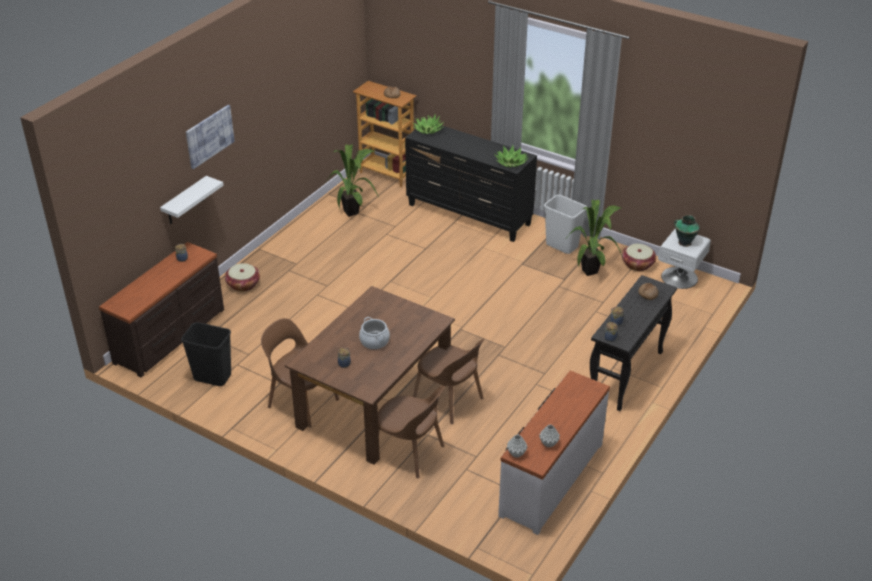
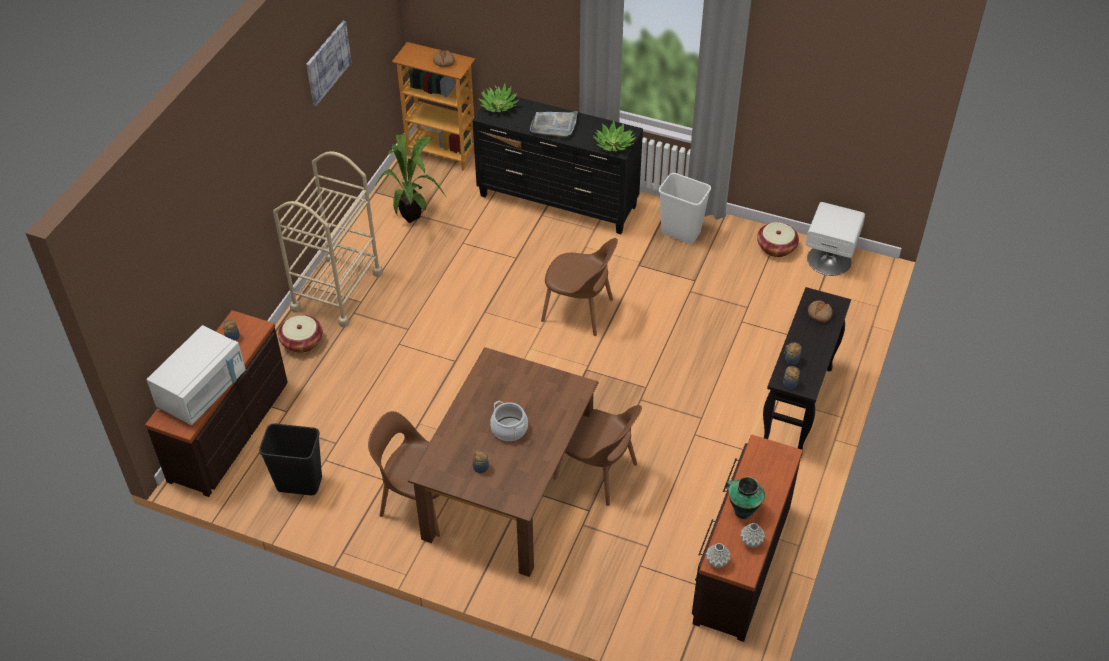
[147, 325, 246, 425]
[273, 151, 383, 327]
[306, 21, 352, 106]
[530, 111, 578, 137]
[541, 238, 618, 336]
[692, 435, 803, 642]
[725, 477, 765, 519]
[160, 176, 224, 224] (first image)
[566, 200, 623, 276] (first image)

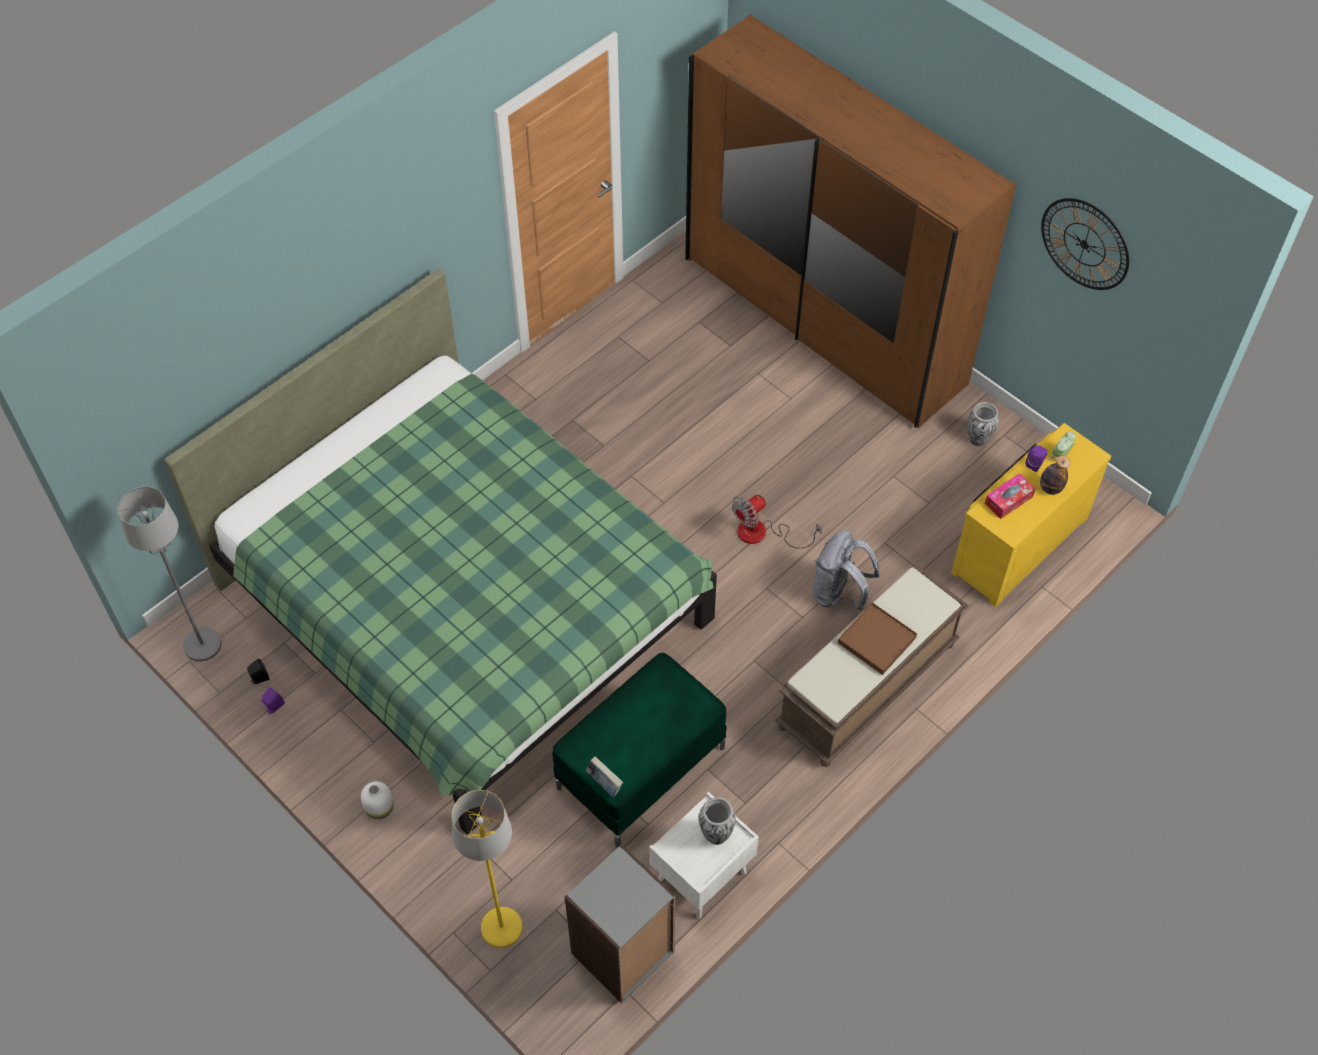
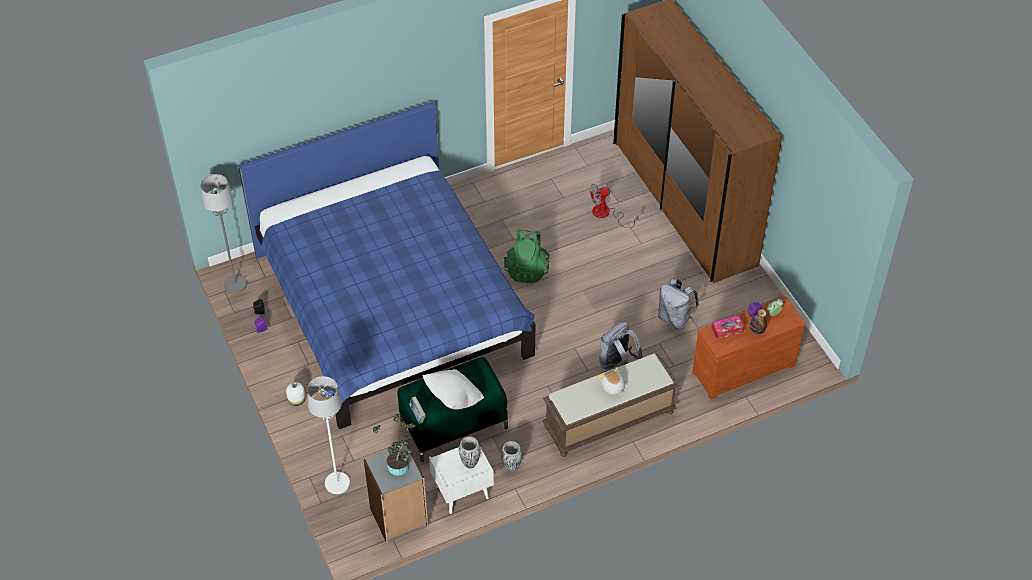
[238, 102, 535, 429]
[307, 376, 350, 494]
[373, 414, 416, 476]
[422, 369, 484, 410]
[501, 441, 522, 471]
[504, 229, 550, 283]
[590, 184, 639, 228]
[598, 367, 625, 395]
[658, 279, 699, 330]
[692, 296, 806, 400]
[1041, 198, 1129, 290] (first image)

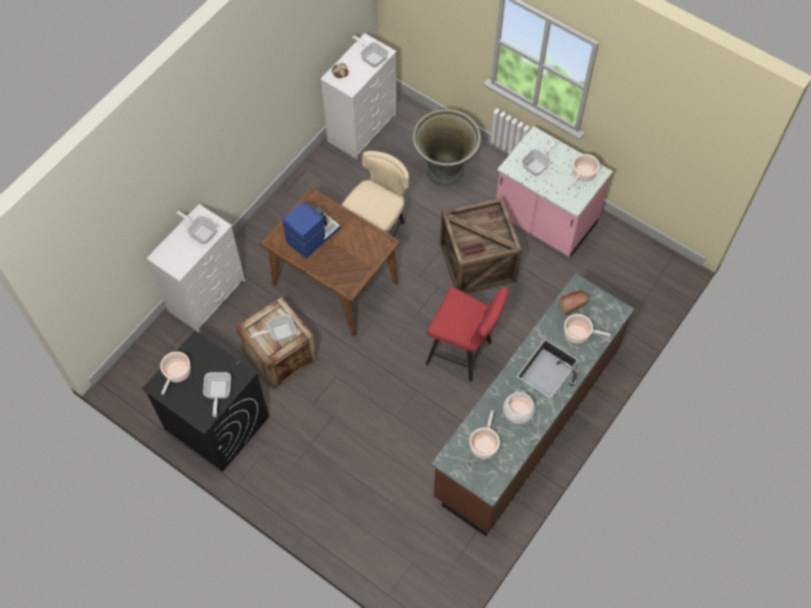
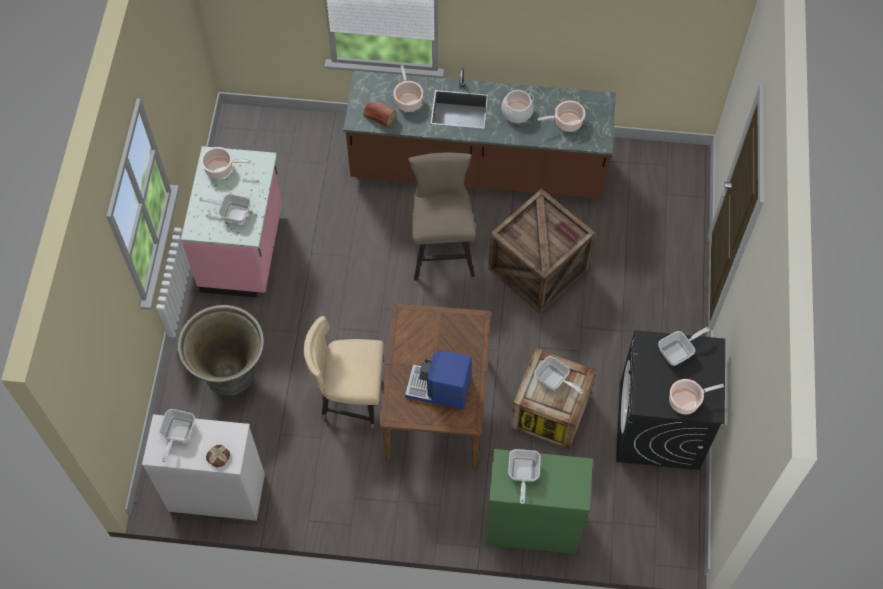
[408, 152, 476, 281]
[486, 449, 593, 554]
[488, 189, 595, 313]

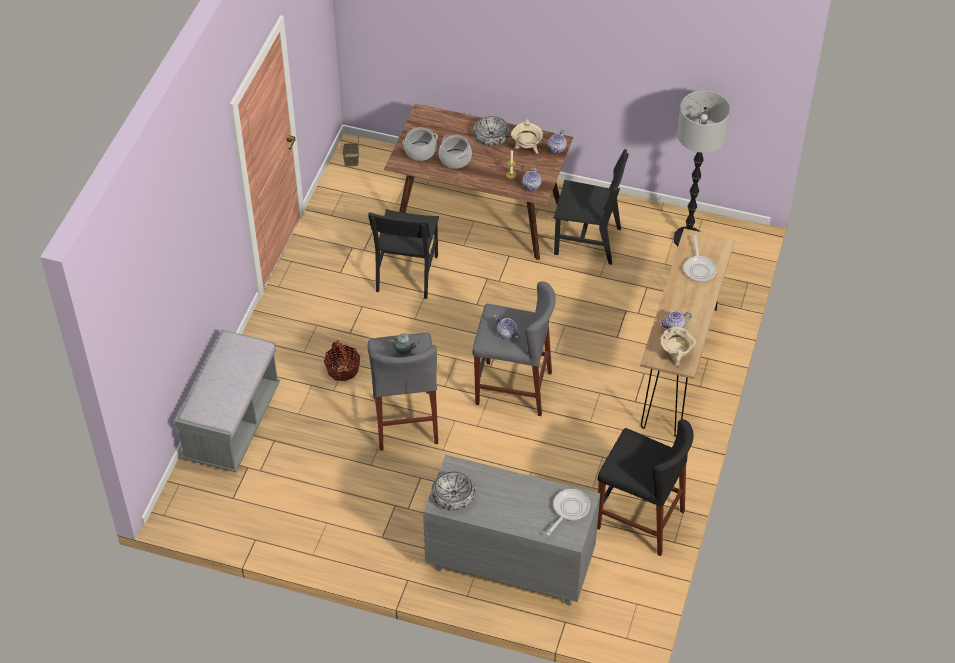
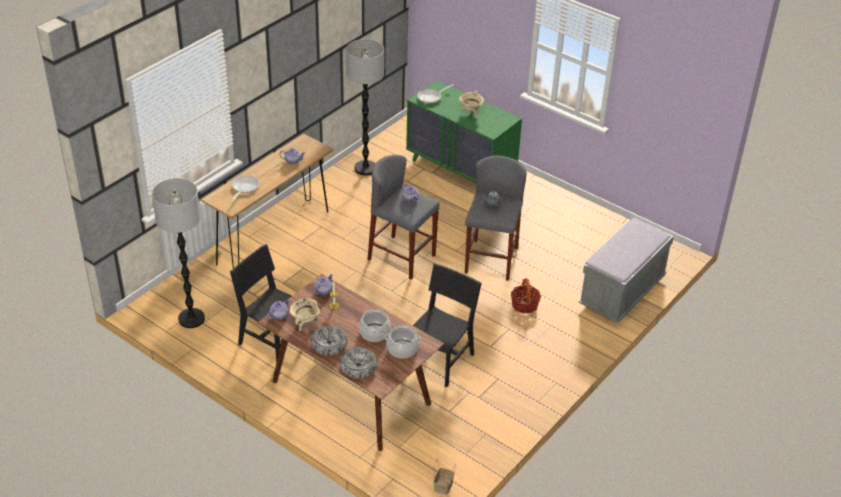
[340, 348, 377, 378]
[346, 39, 384, 176]
[406, 80, 522, 183]
[459, 91, 484, 118]

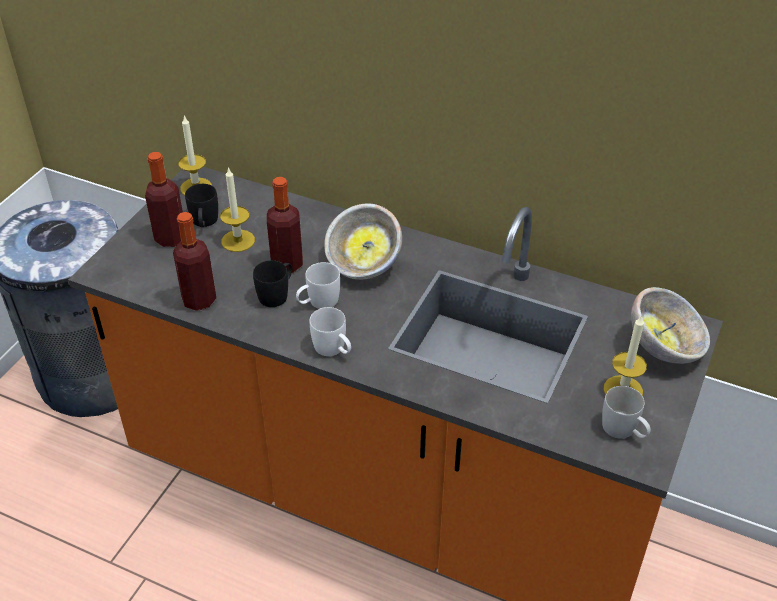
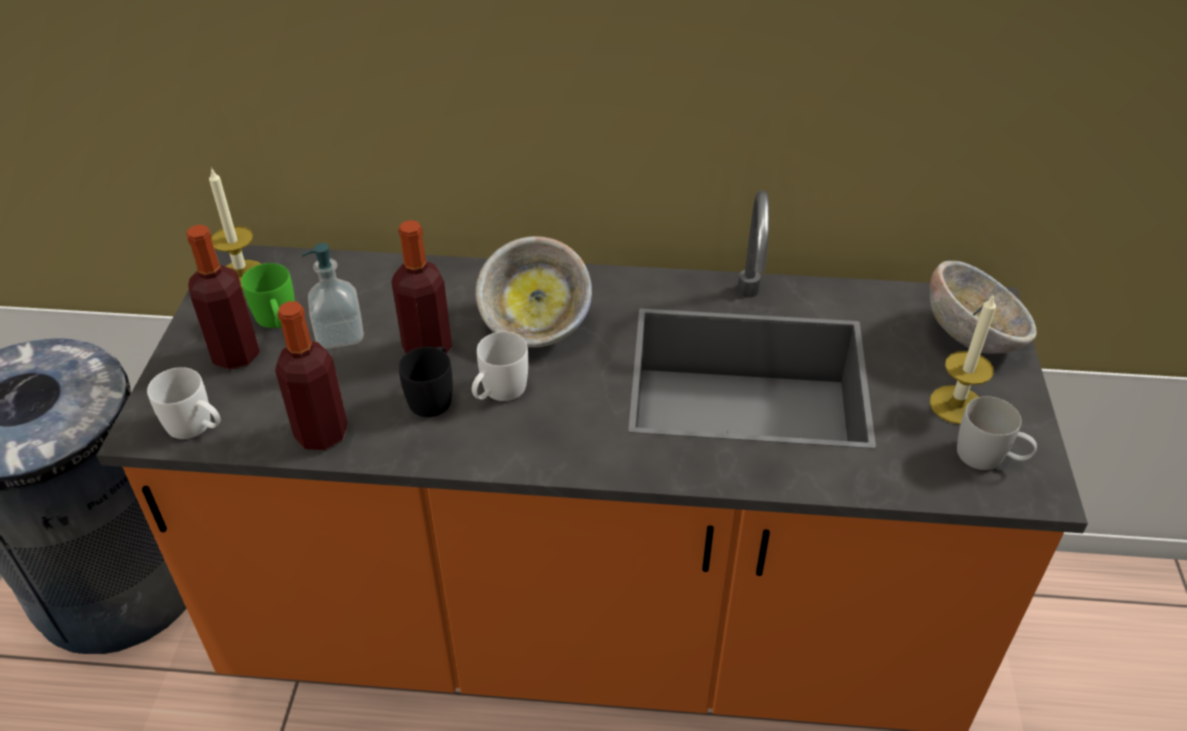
[147, 367, 221, 439]
[241, 263, 295, 328]
[302, 243, 364, 349]

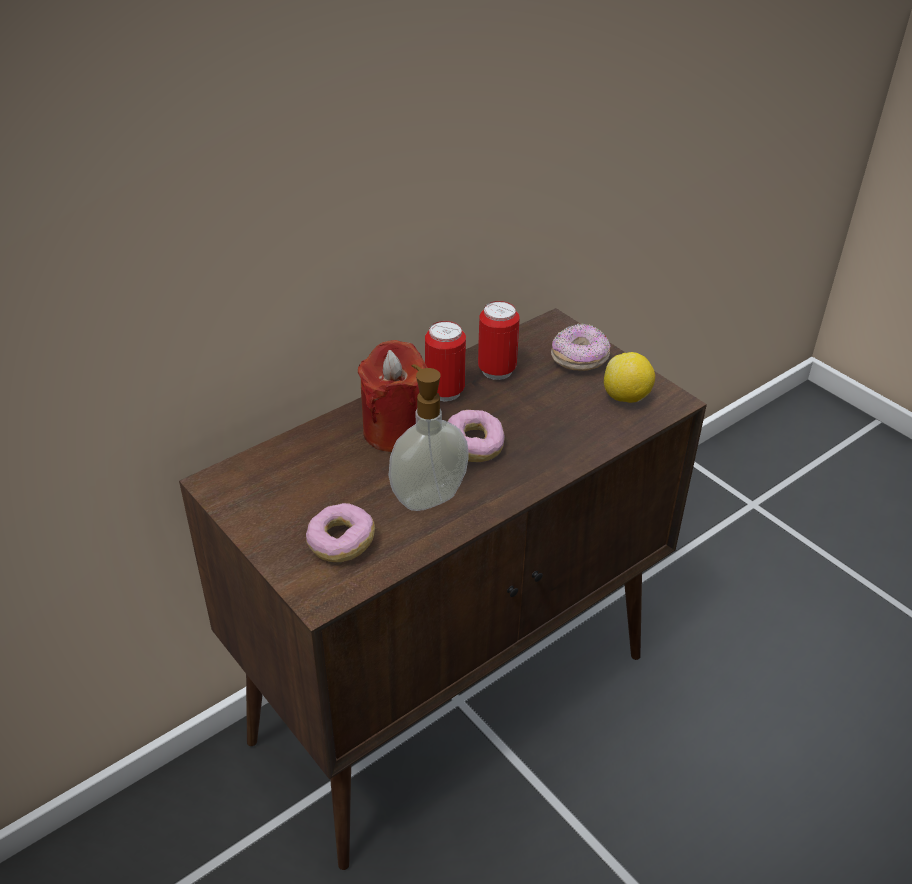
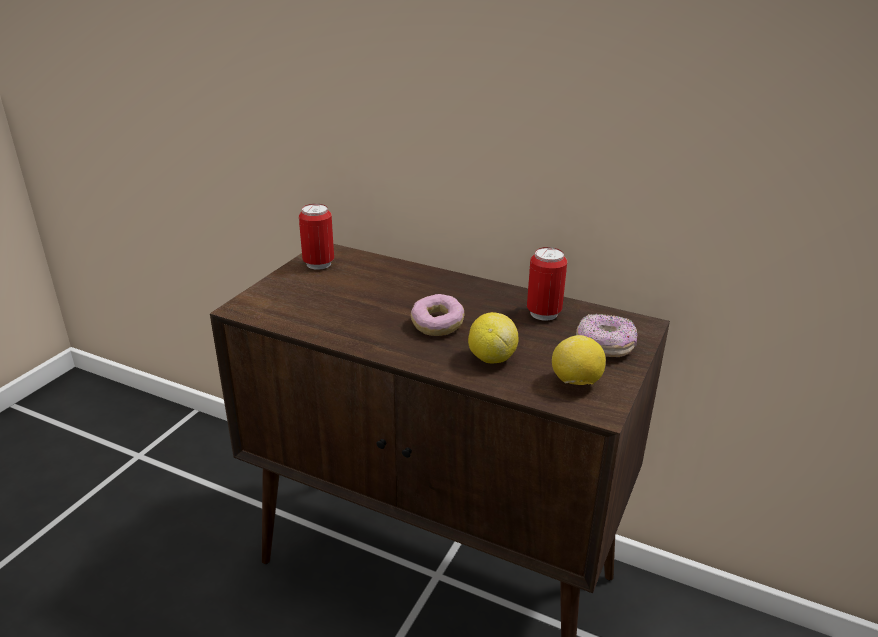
[299, 204, 334, 270]
[468, 312, 519, 363]
[306, 503, 375, 562] (first image)
[358, 340, 428, 452] (first image)
[388, 364, 469, 511] (first image)

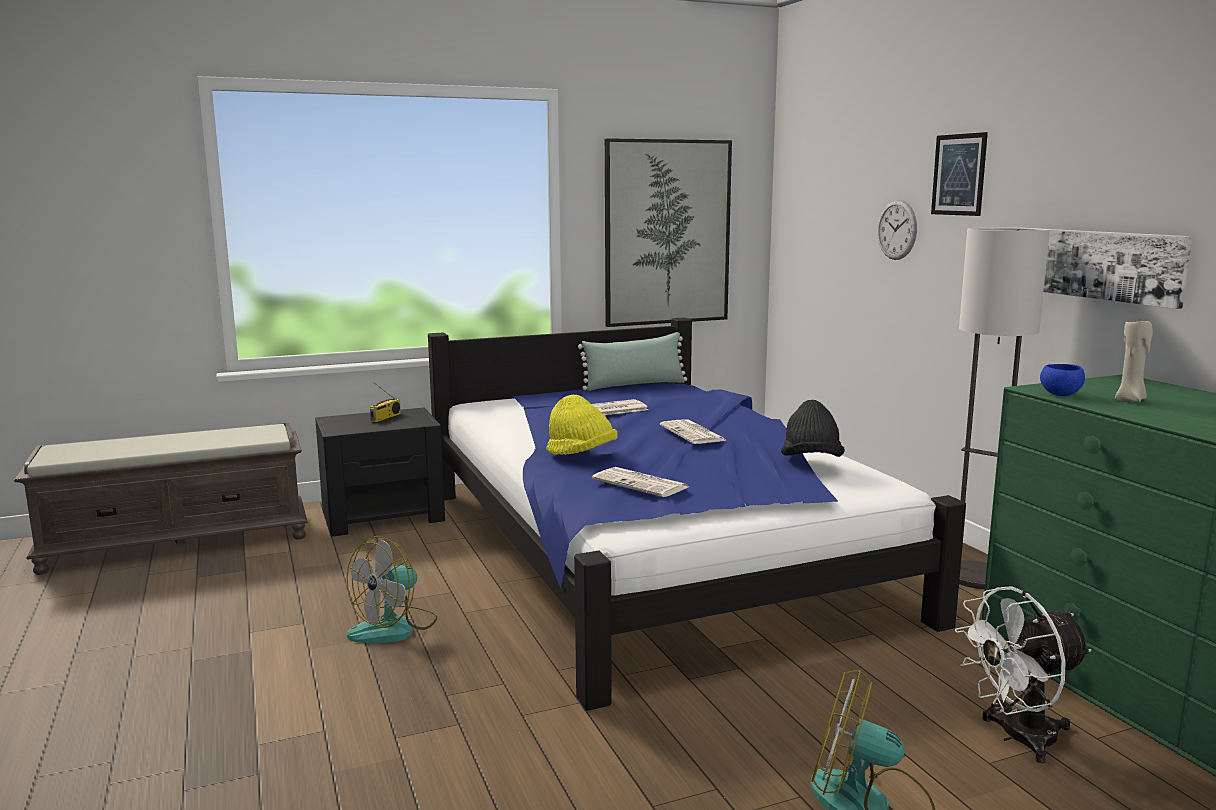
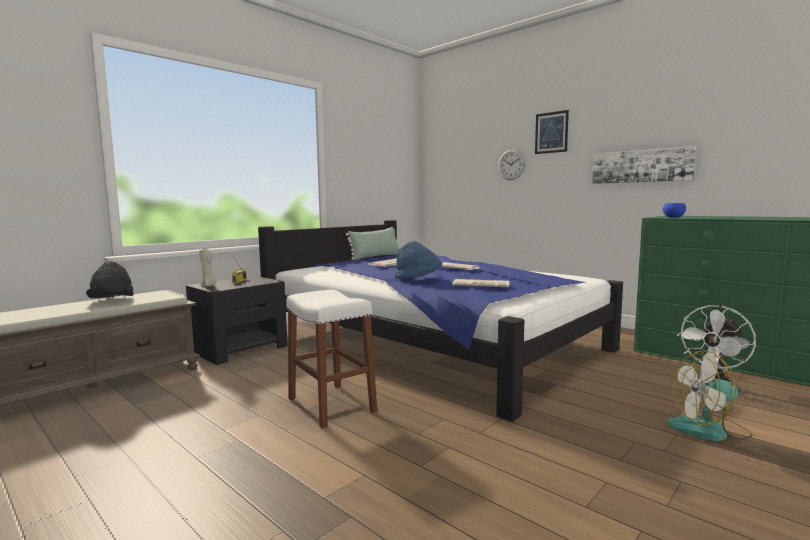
[86, 261, 134, 298]
[199, 249, 216, 287]
[286, 290, 377, 429]
[395, 241, 442, 279]
[605, 138, 732, 327] (first image)
[959, 227, 1050, 589] (first image)

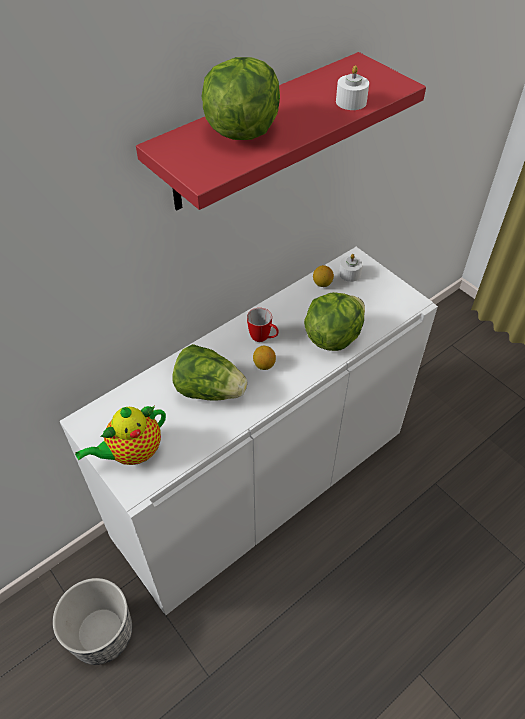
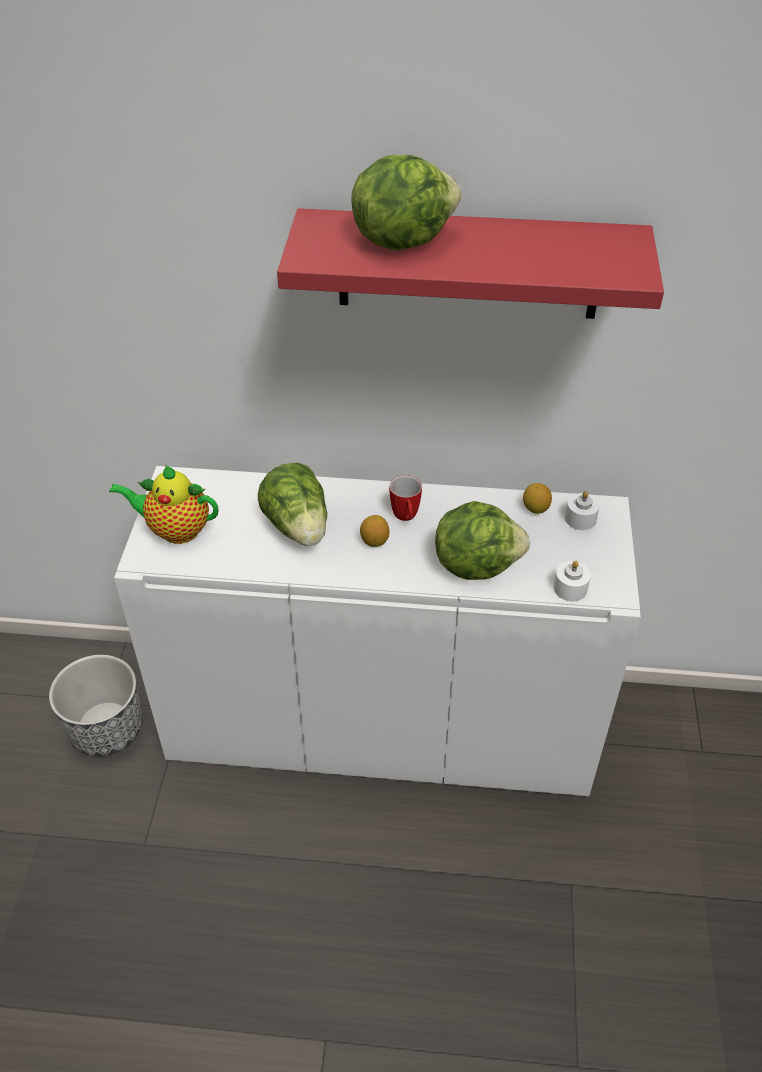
[554, 561, 591, 601]

